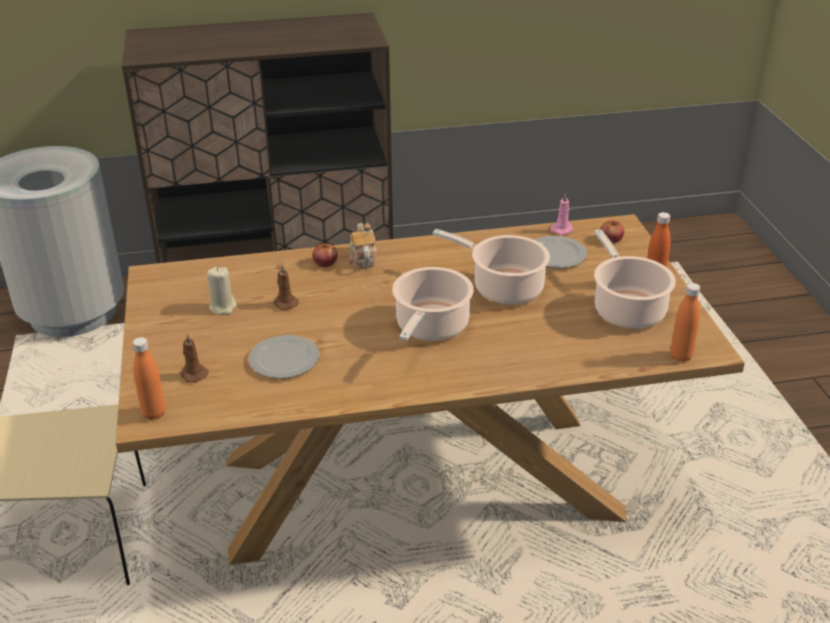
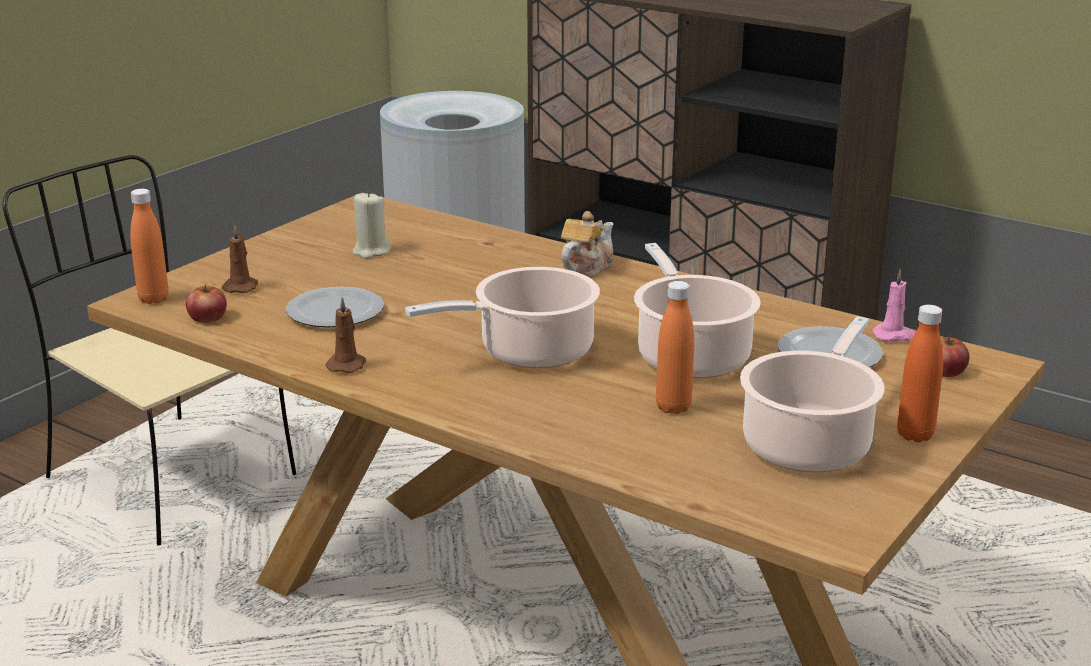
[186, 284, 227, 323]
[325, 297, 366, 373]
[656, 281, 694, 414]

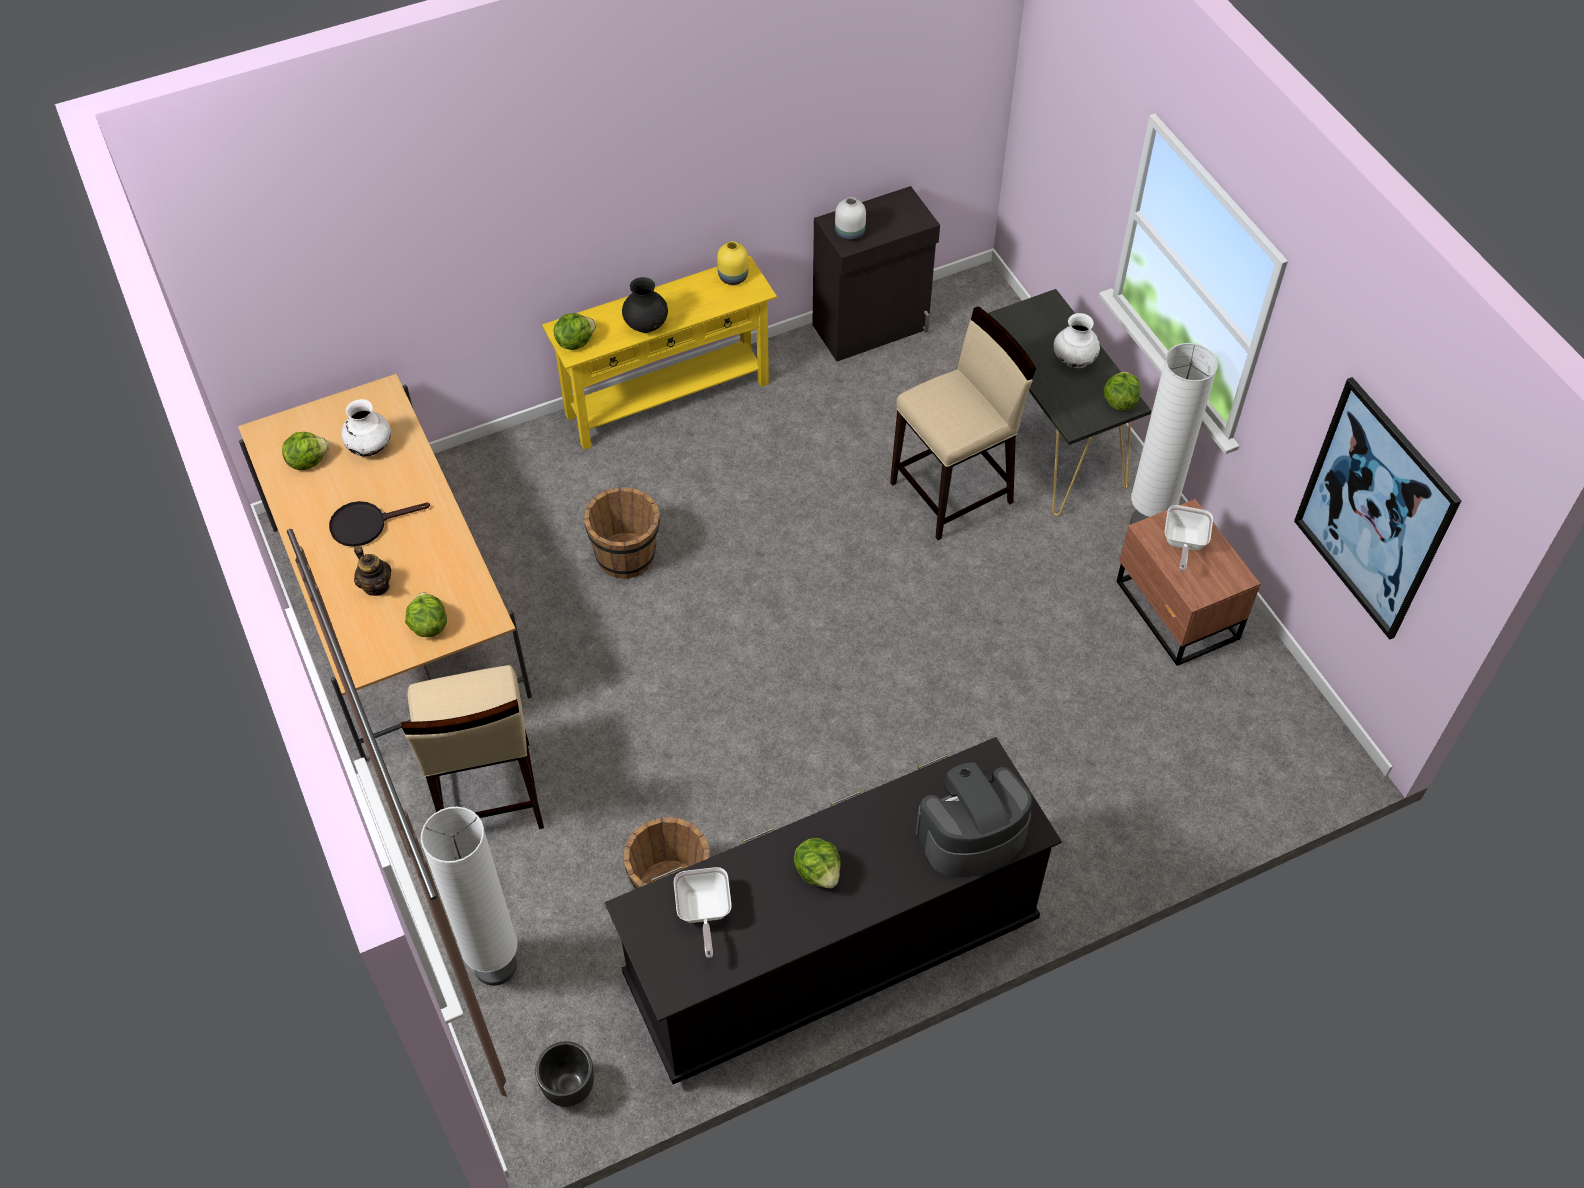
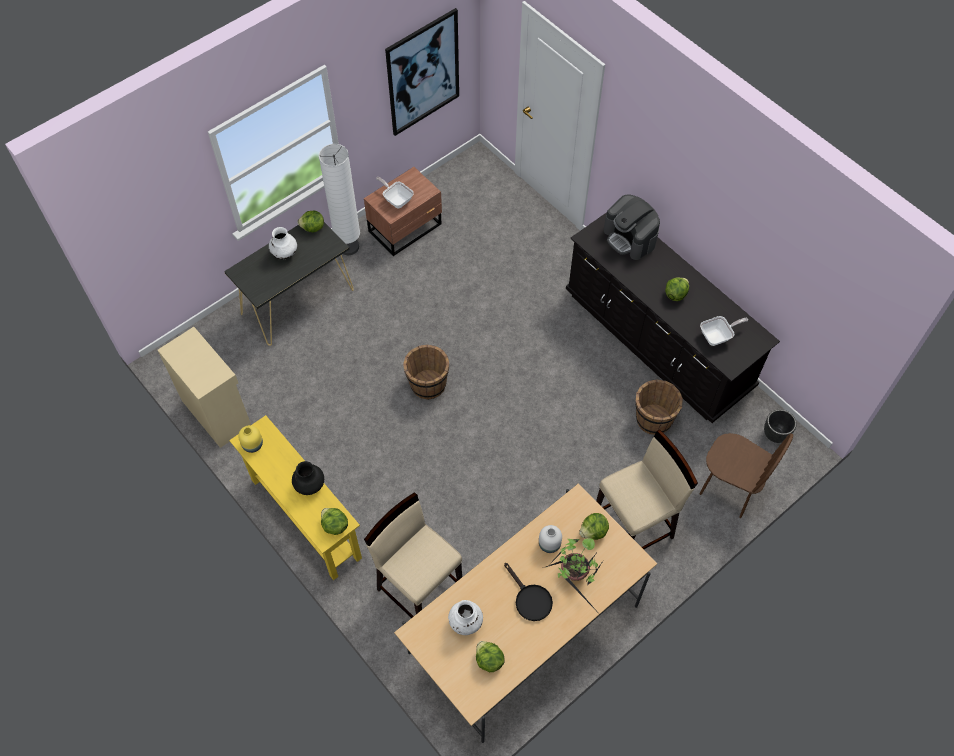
[158, 327, 251, 448]
[364, 492, 462, 618]
[376, 177, 414, 208]
[403, 345, 449, 400]
[539, 525, 562, 553]
[543, 539, 603, 610]
[699, 433, 793, 518]

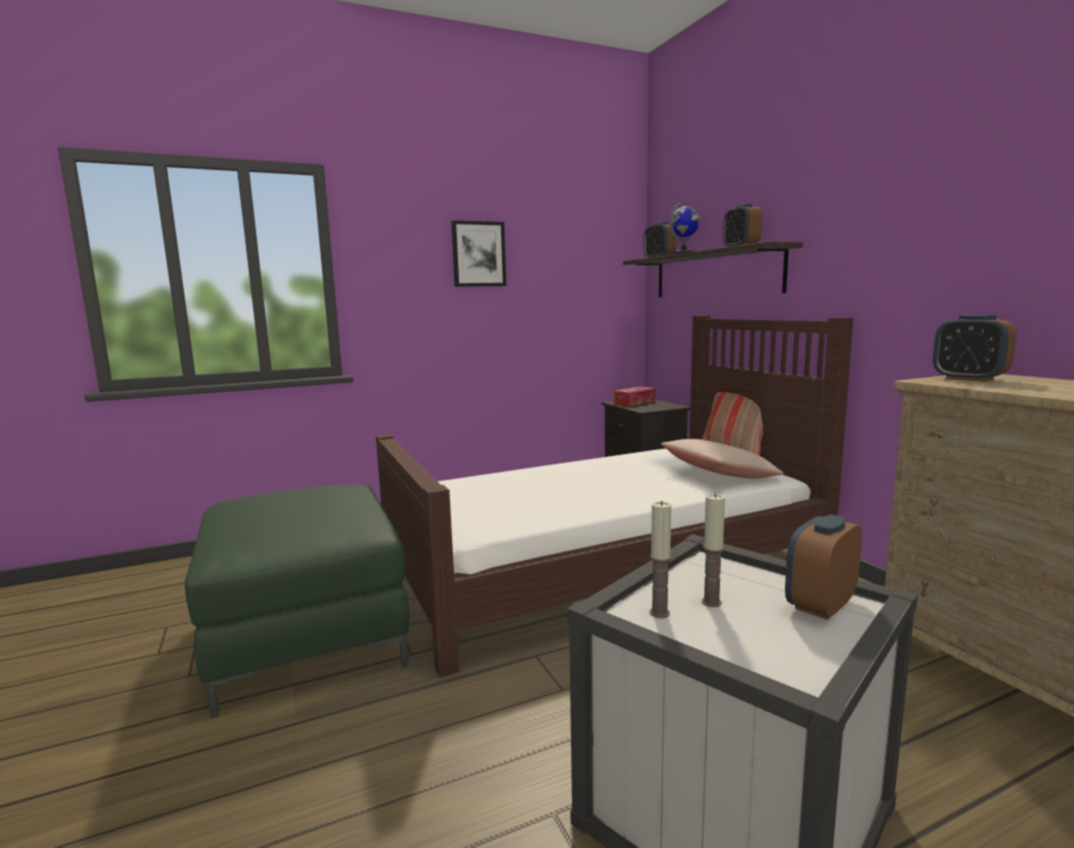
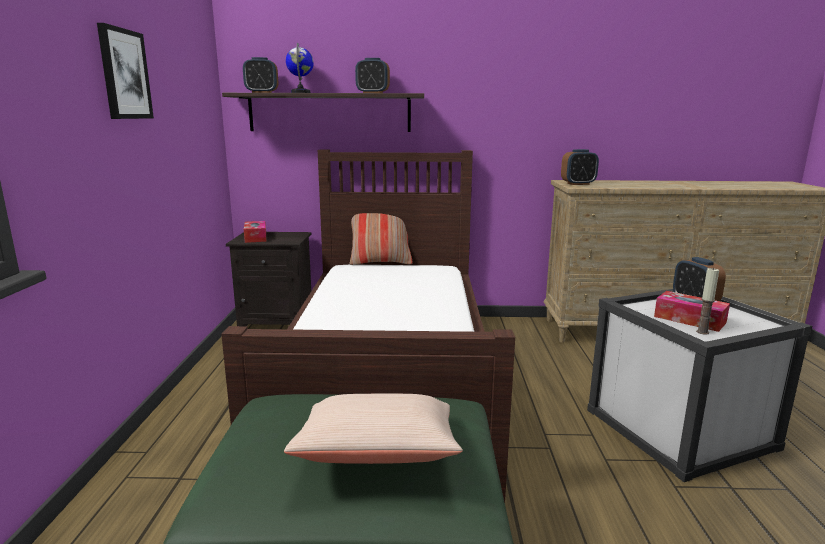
[284, 394, 463, 464]
[654, 291, 730, 332]

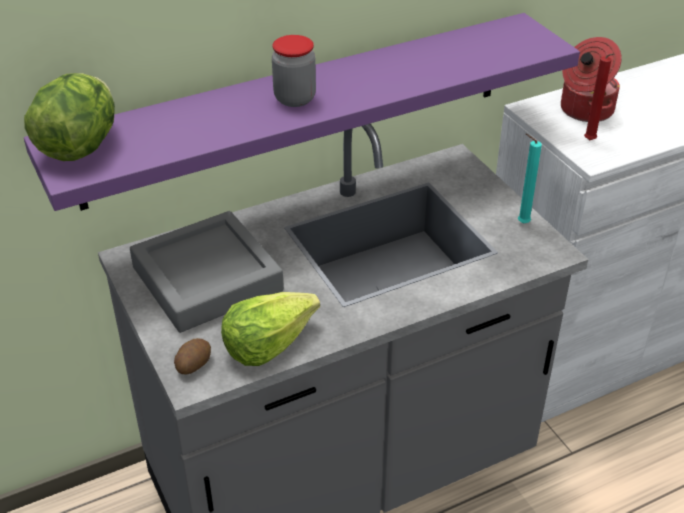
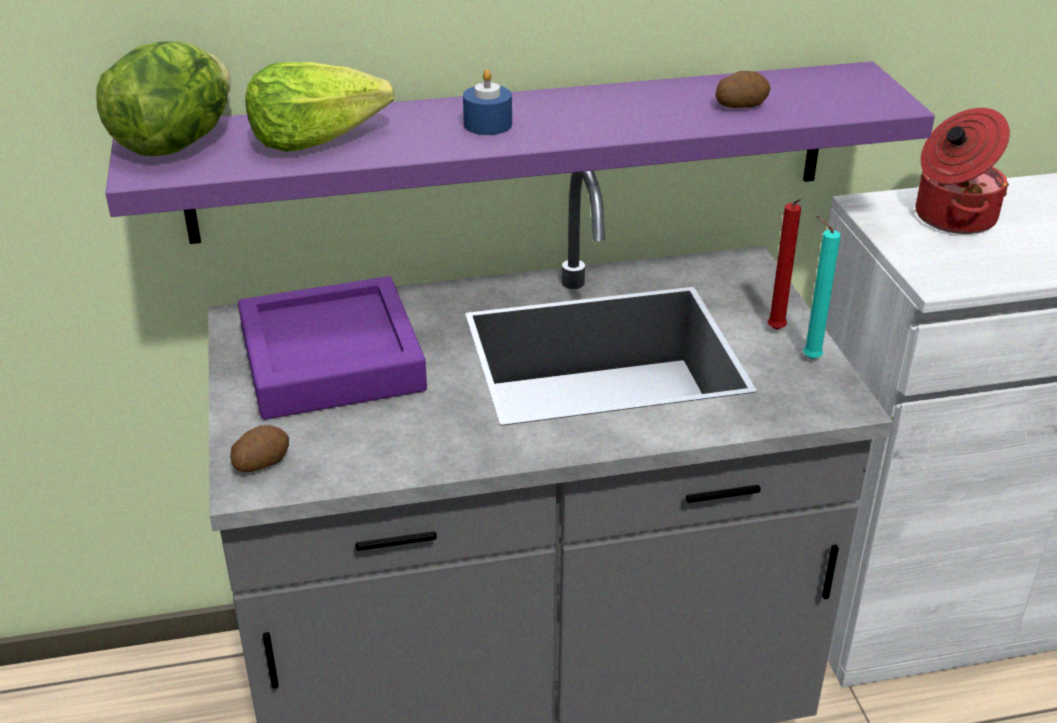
[238, 276, 427, 420]
[245, 62, 394, 152]
[463, 69, 512, 135]
[716, 71, 771, 108]
[768, 199, 801, 330]

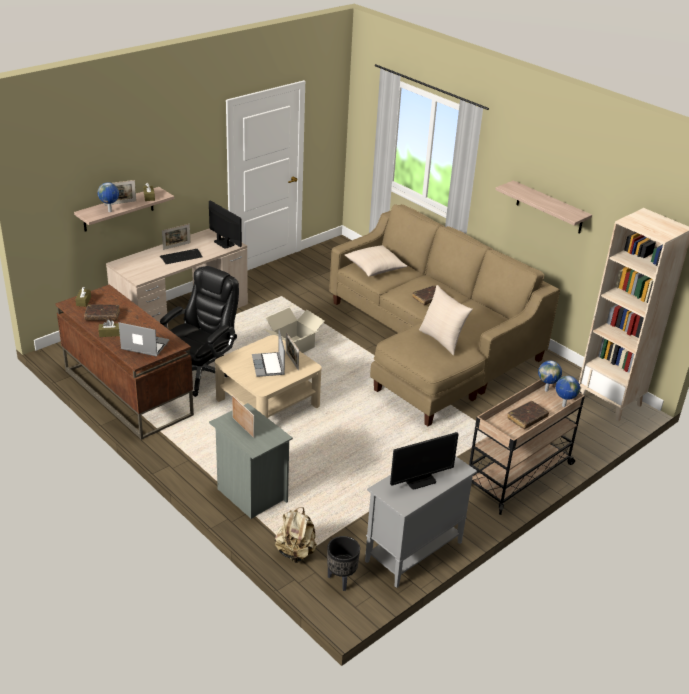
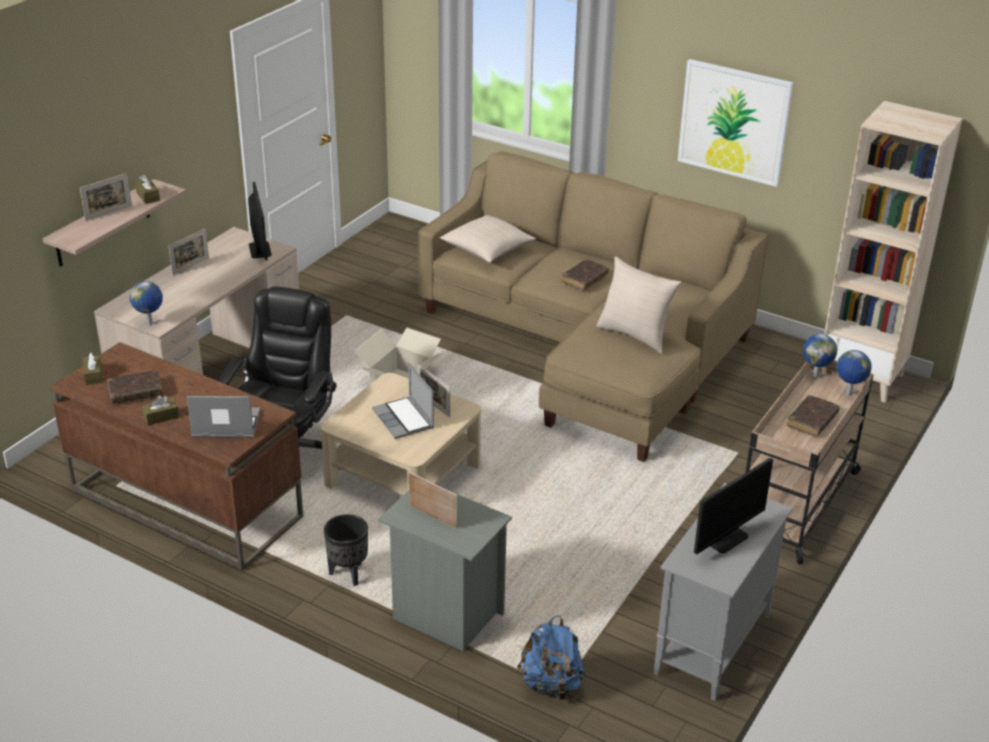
[130, 281, 163, 325]
[248, 182, 272, 260]
[324, 514, 368, 586]
[517, 616, 585, 700]
[678, 59, 793, 187]
[160, 249, 203, 264] (first image)

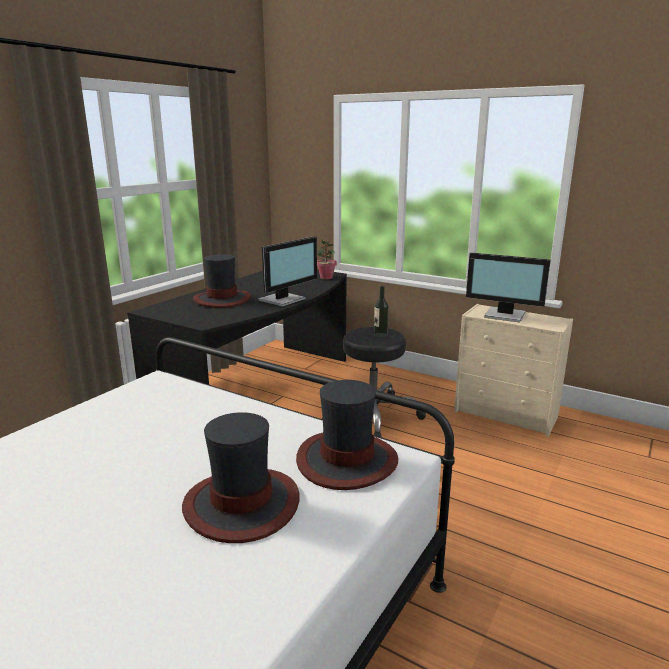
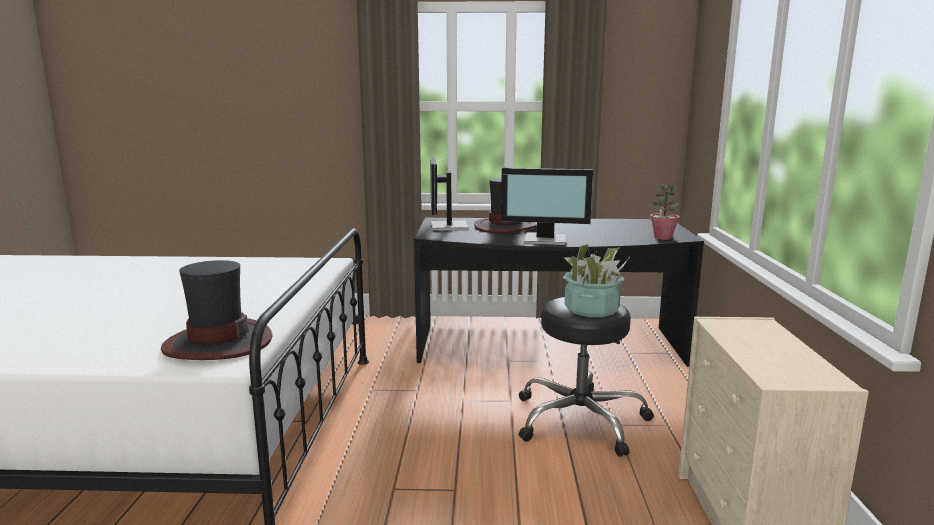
[430, 157, 469, 231]
[563, 244, 629, 317]
[182, 412, 300, 543] (first image)

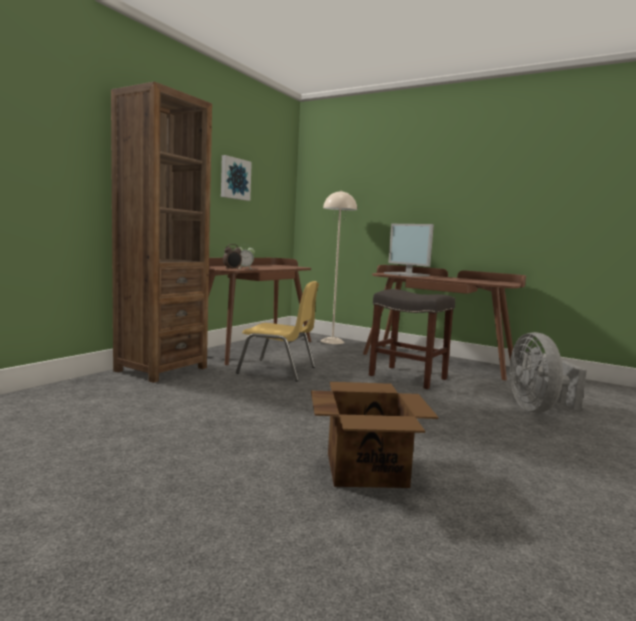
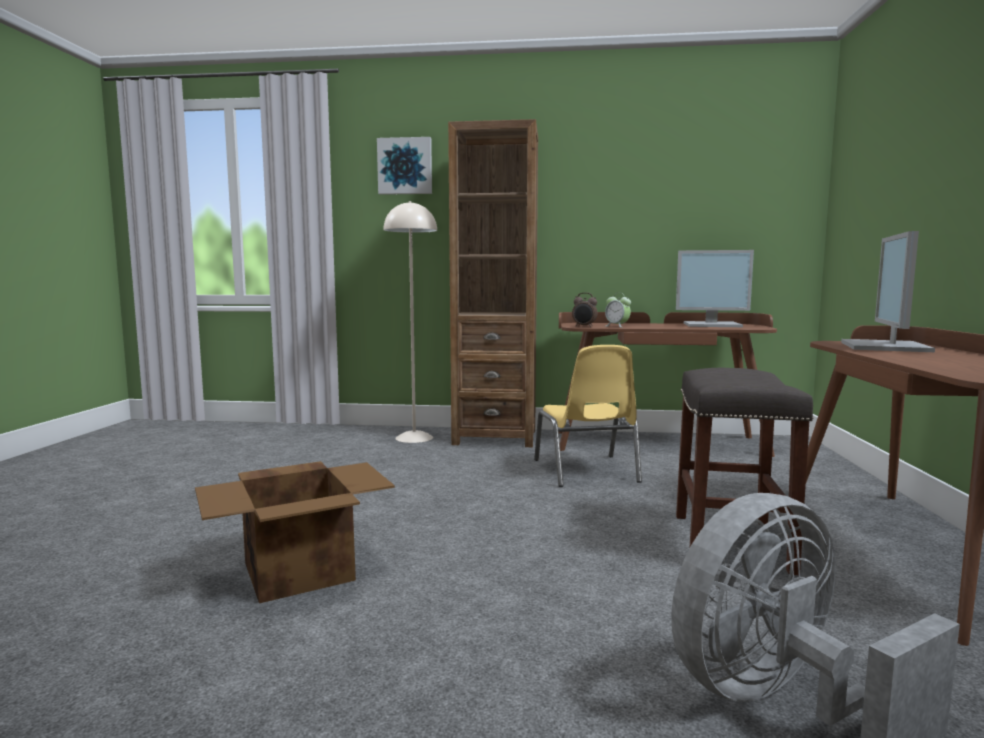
[377, 137, 432, 195]
[383, 201, 437, 443]
[676, 250, 754, 327]

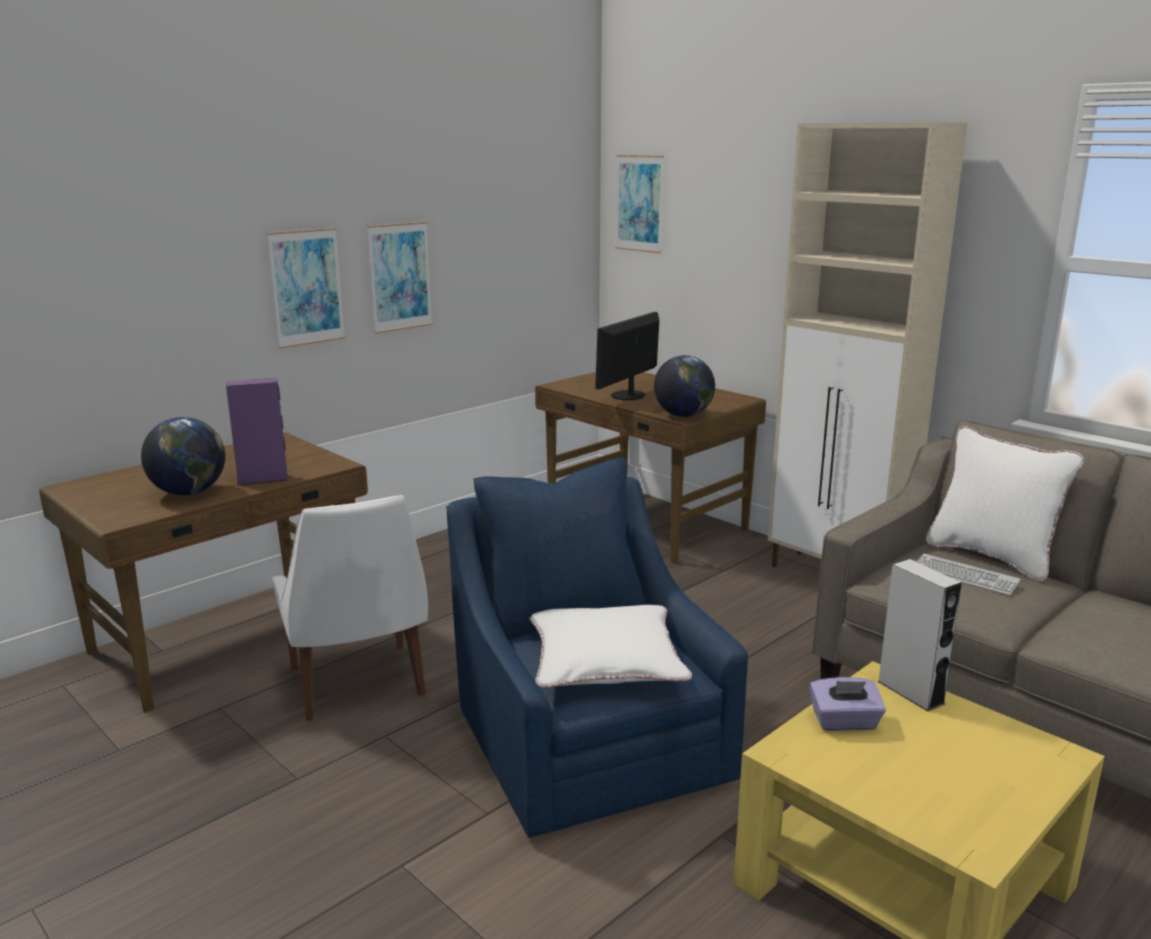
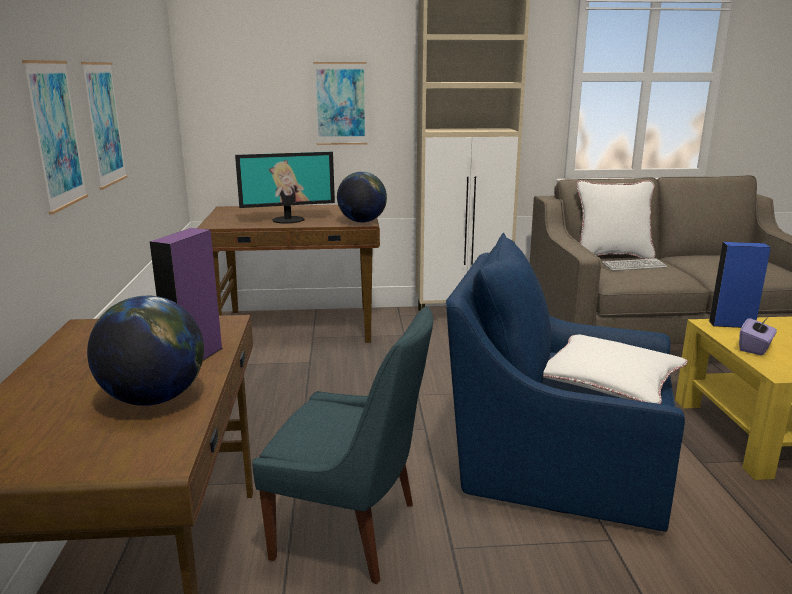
[235, 152, 335, 223]
[252, 306, 433, 584]
[313, 62, 368, 145]
[708, 242, 771, 328]

